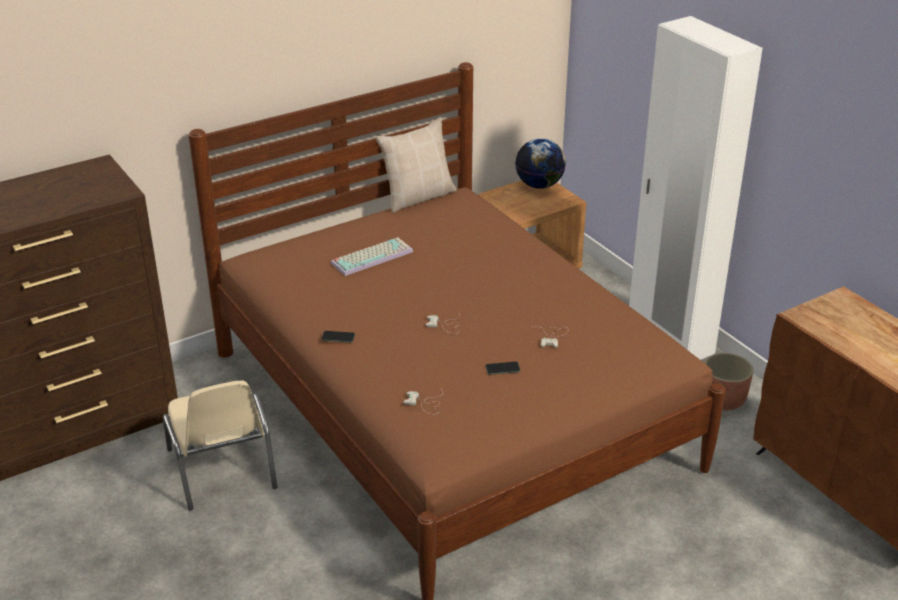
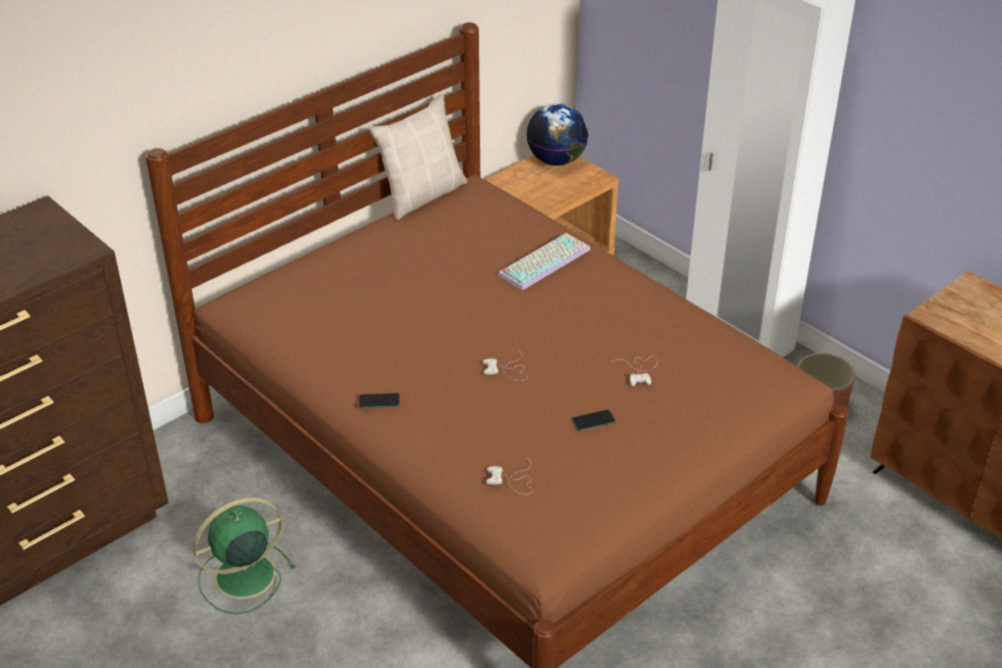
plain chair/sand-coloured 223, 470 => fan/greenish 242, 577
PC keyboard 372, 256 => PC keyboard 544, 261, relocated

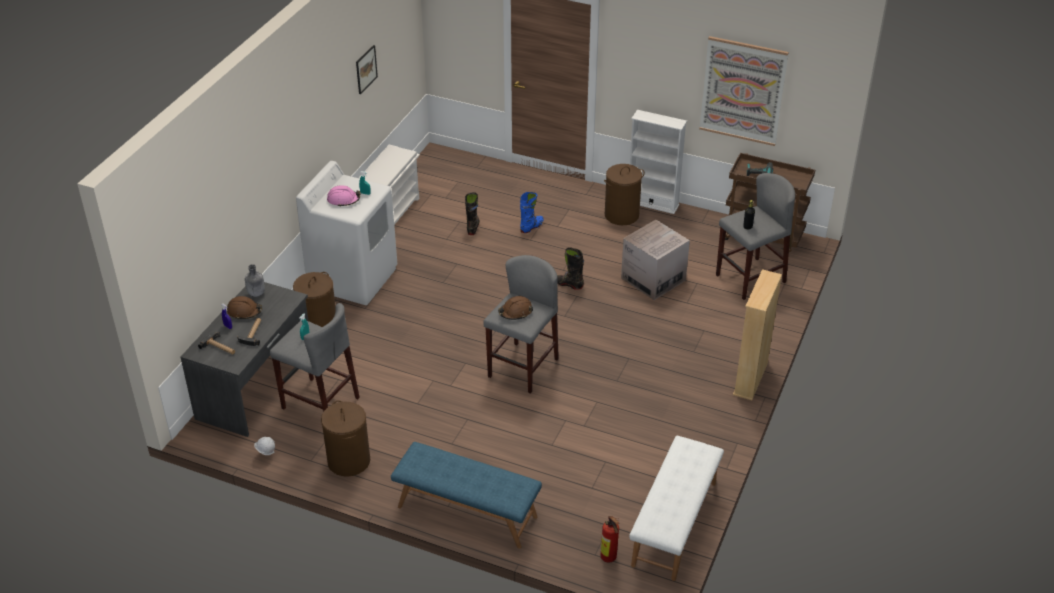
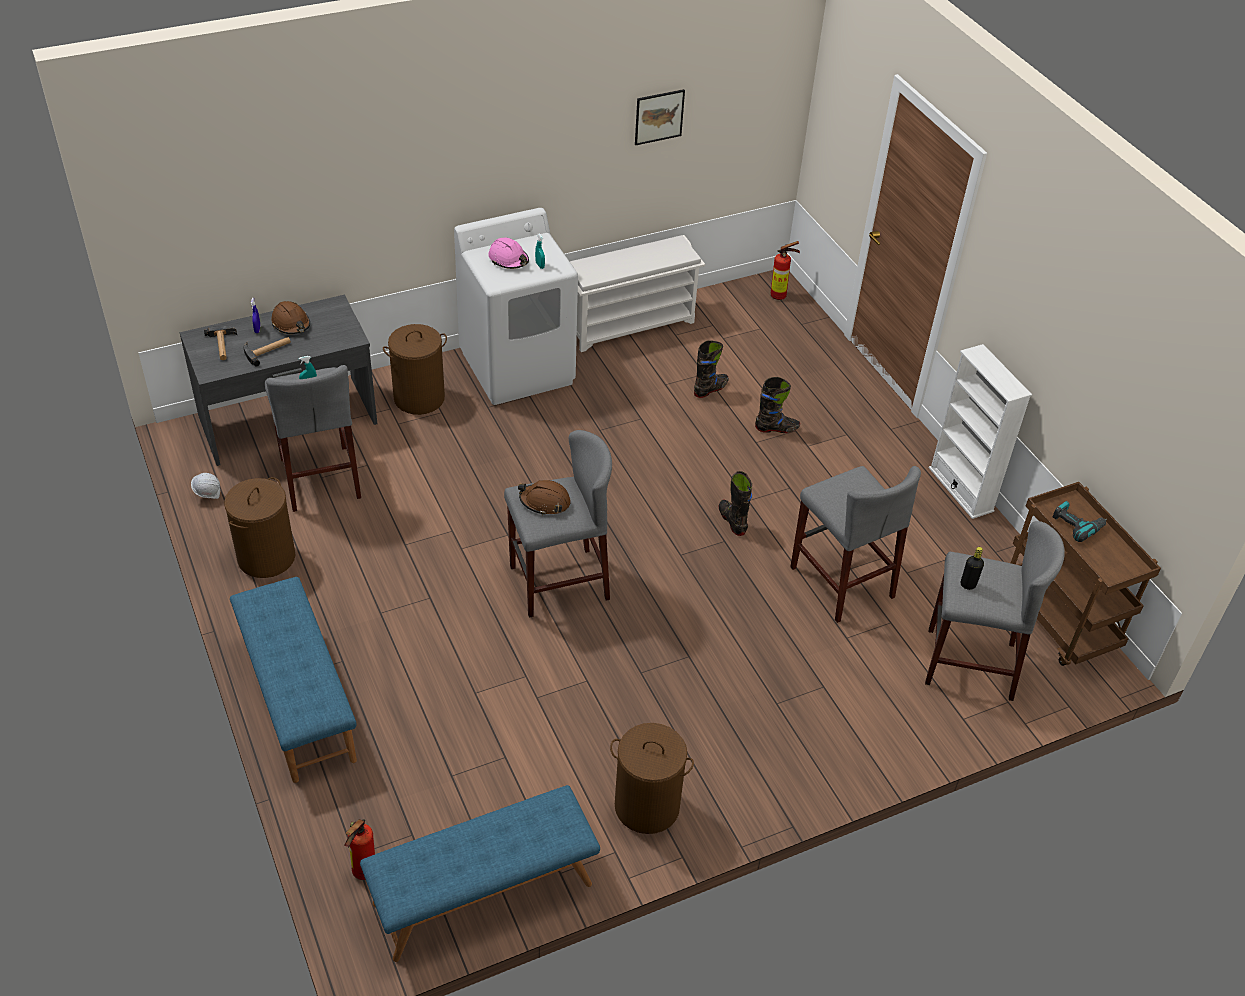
drink bottle/grey 256, 294 => nothing
tall boot/bluish 532, 227 => tall boot/black 776, 428
laundry basket/brownish 621, 215 => laundry basket/brownish 646, 806, relocated
carton 653, 279 => stool seat/grey 841, 581
bench/whitish 675, 524 => bench/bluish 483, 895
wall picture 742, 91 => nothing
shelving unit/sand-coloured 750, 379 => nothing
nothing => extinguisher 780, 296

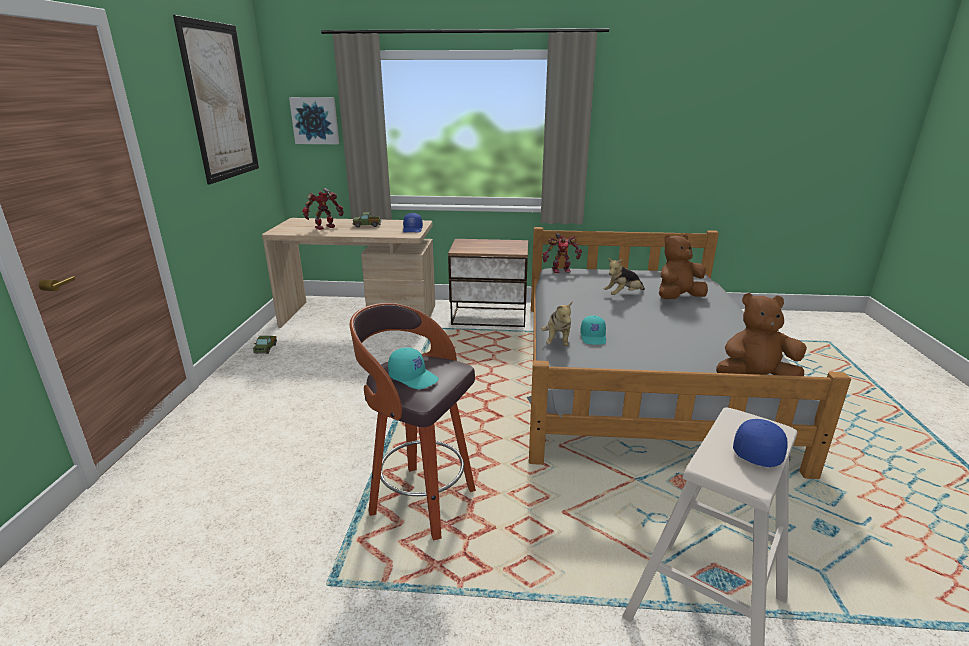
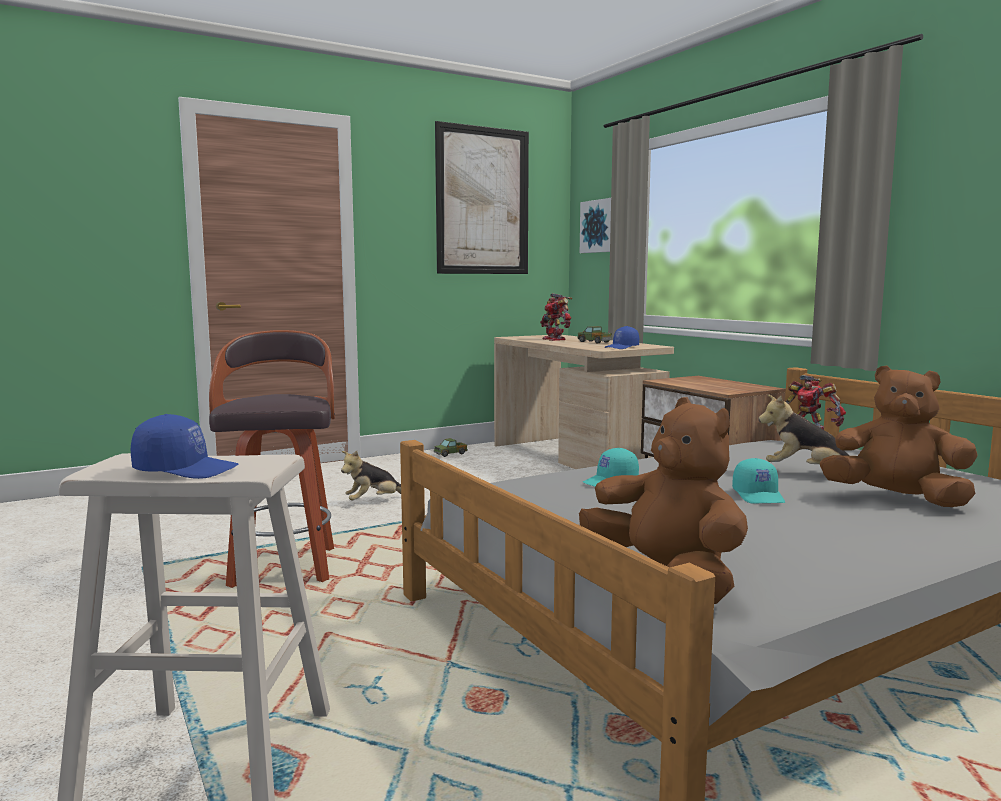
toy robot 325, 227 => toy robot 555, 339, 135 degrees counterclockwise
cap/turquoise 414, 377 => cap/turquoise 759, 496, relocated
cuddly toy 557, 341 => cuddly toy 373, 501, relocated

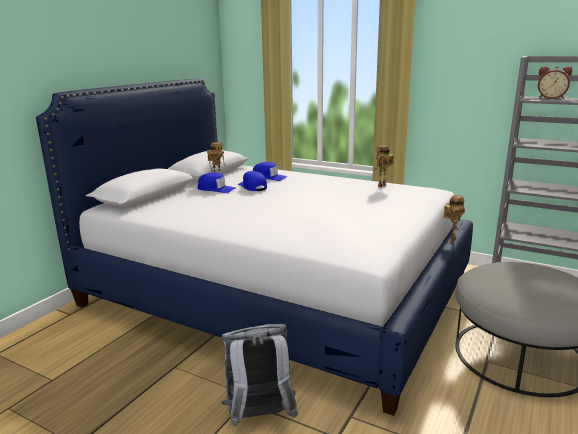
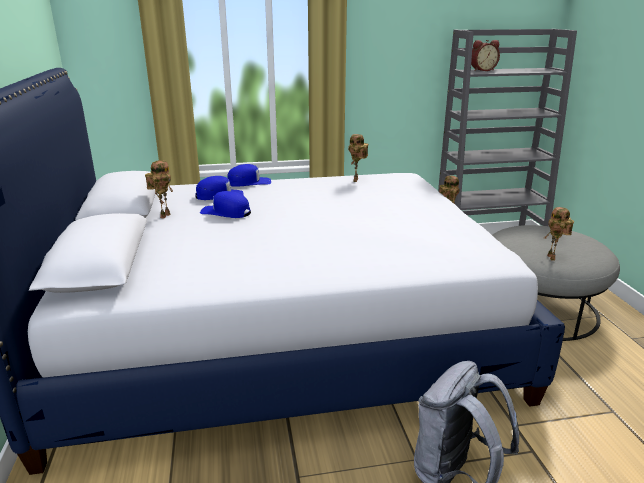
cap/bluish 216, 189 => cap/bluish 249, 182, relocated
nothing => toy robot 553, 258

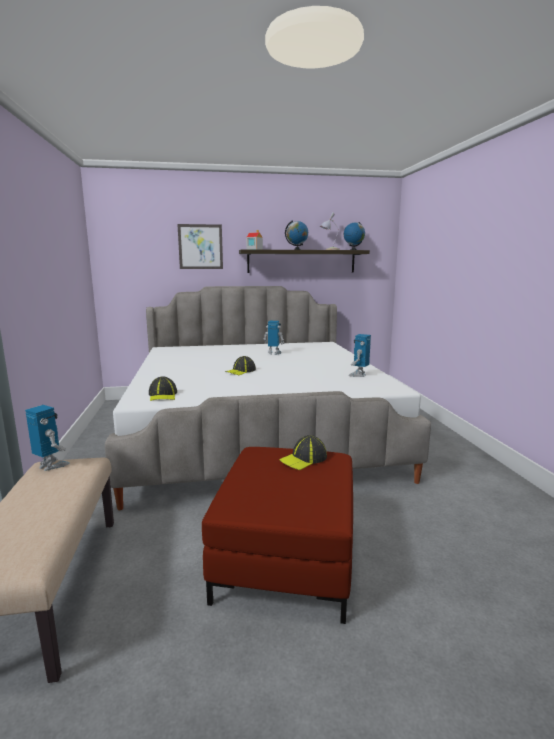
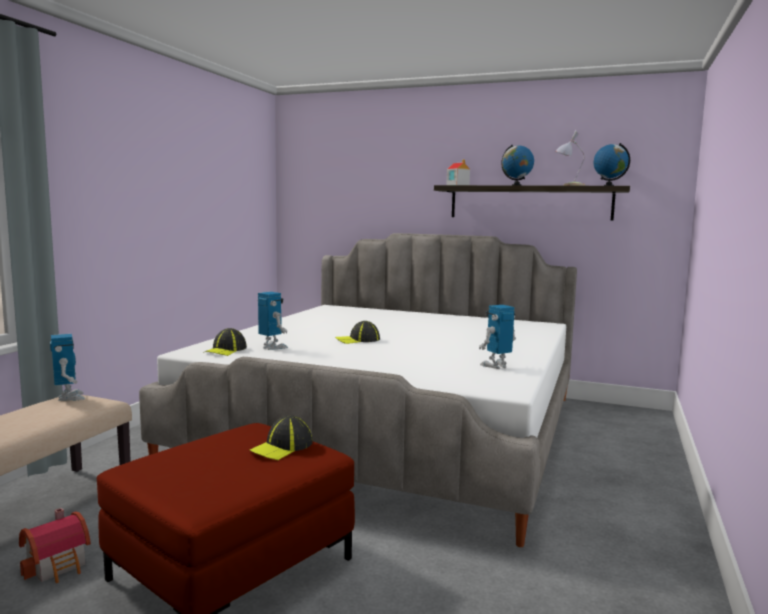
wall picture 200, 246 => nothing
toy robot 274, 353 => toy robot 272, 347, relocated
cap 303, 459 => cap 282, 447, 45 degrees counterclockwise
nothing => miniature house 59, 565

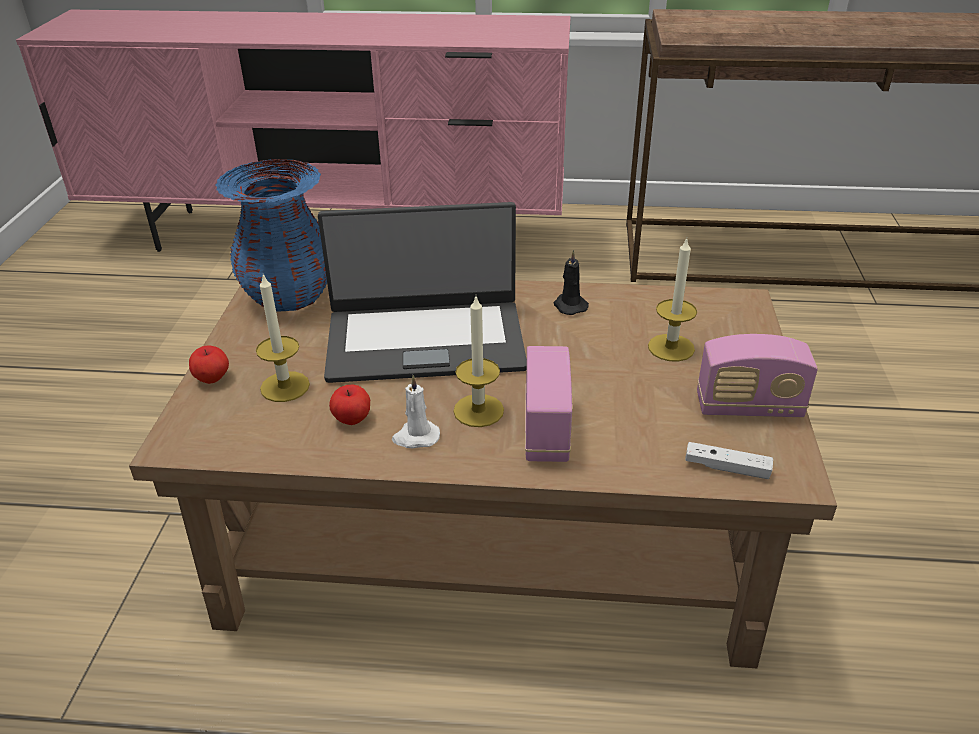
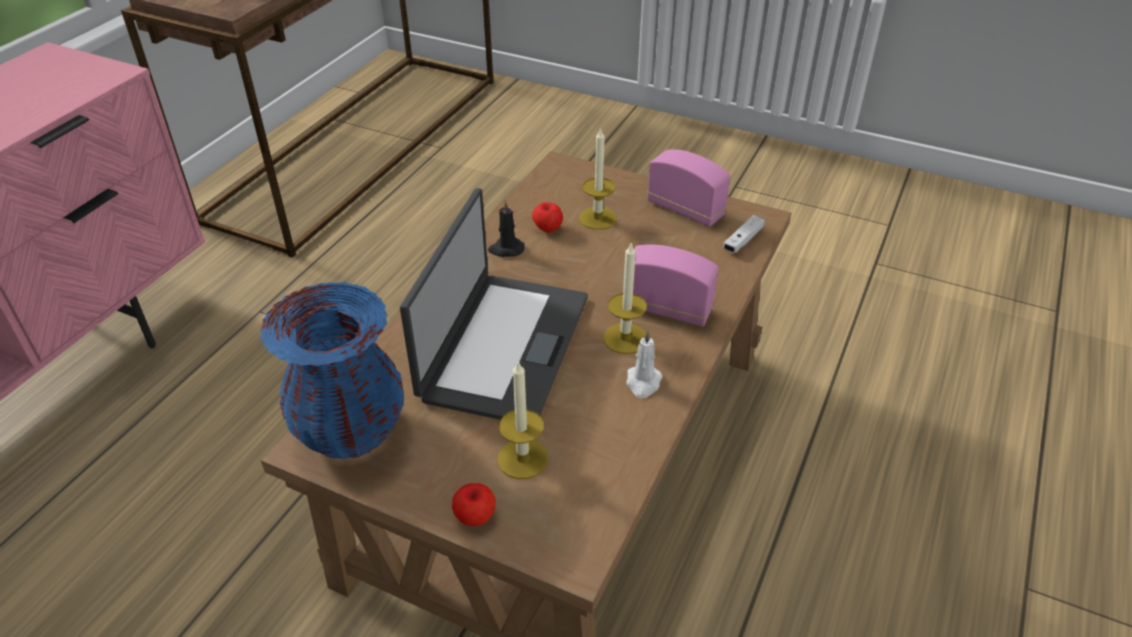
whole apple 352, 419 => whole apple 547, 229, relocated
radio receiver 748, 407 => radio receiver 685, 209, 75 degrees counterclockwise

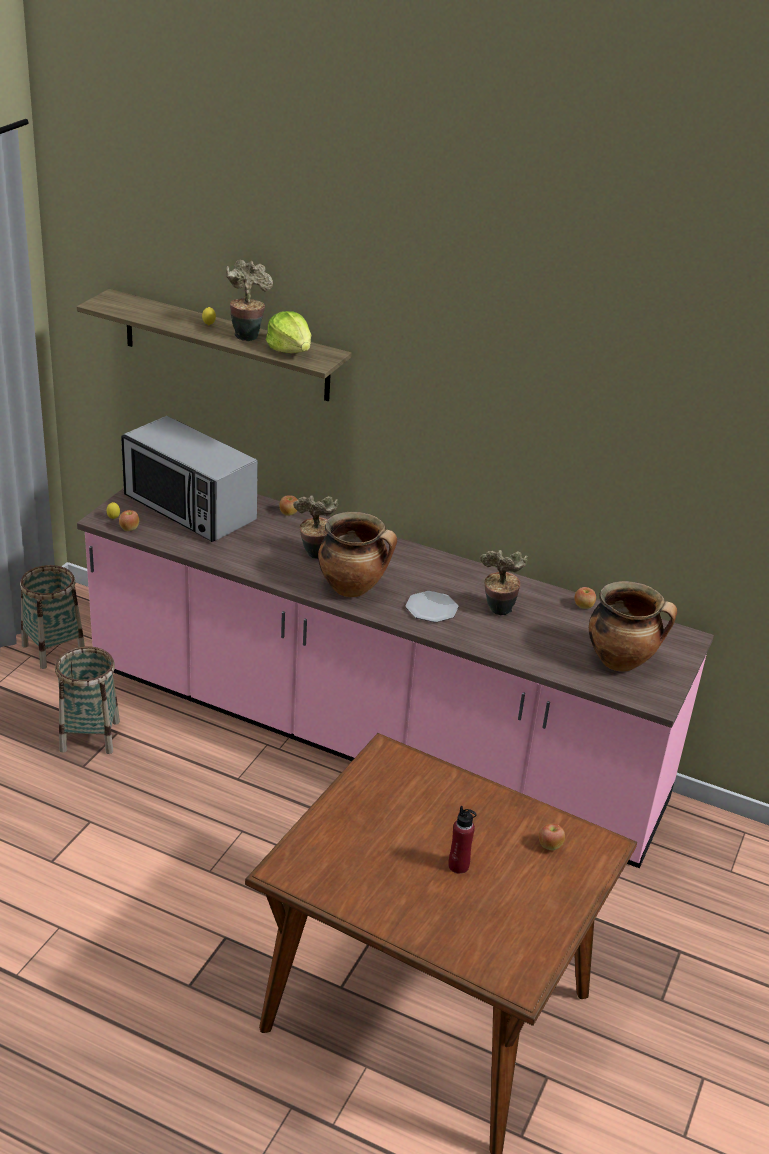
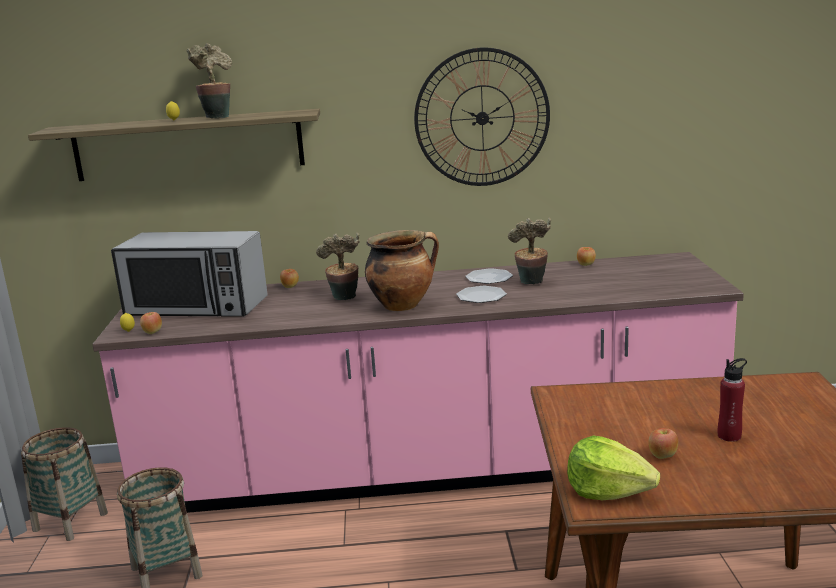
head of lettuce 290, 350 => head of lettuce 608, 490, relocated
whole apple 550, 846 => whole apple 662, 456, relocated
saucepot 621, 661 => nothing
nothing => hanging clock 482, 118
nothing => flat dish 488, 278

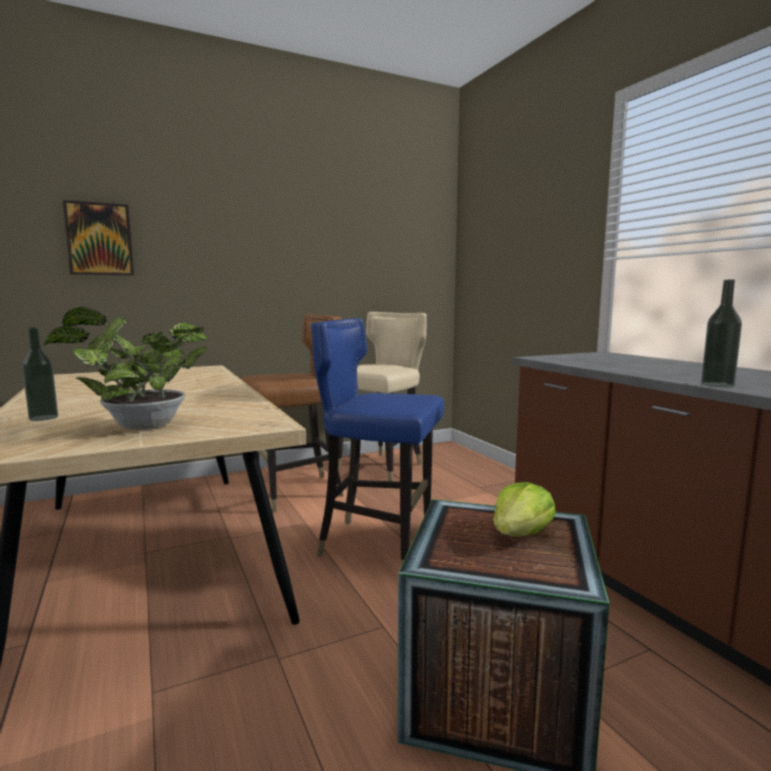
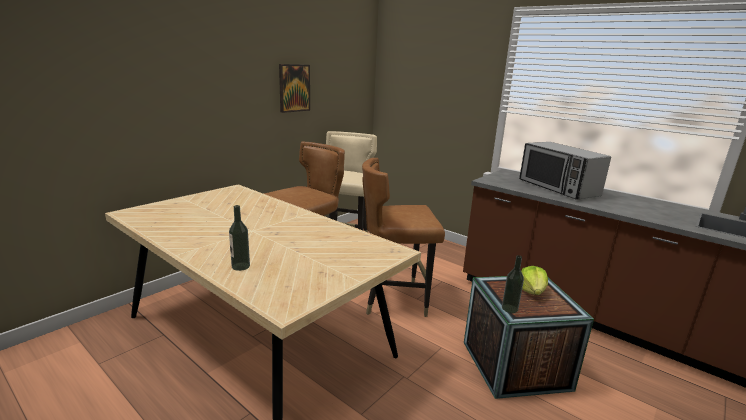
houseplant 139, 427 => nothing
wall picture 99, 239 => wall picture 294, 88, relocated
plain chair/bluish 378, 544 => plain chair/brownish 394, 299
drink bottle 717, 385 => drink bottle 509, 308, relocated
nothing => kitchen microwave 557, 188

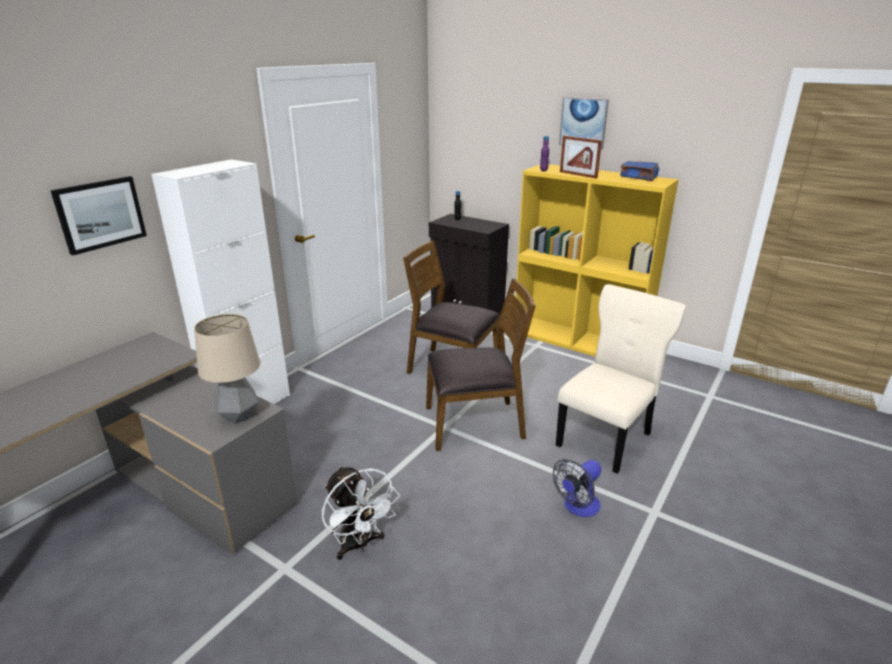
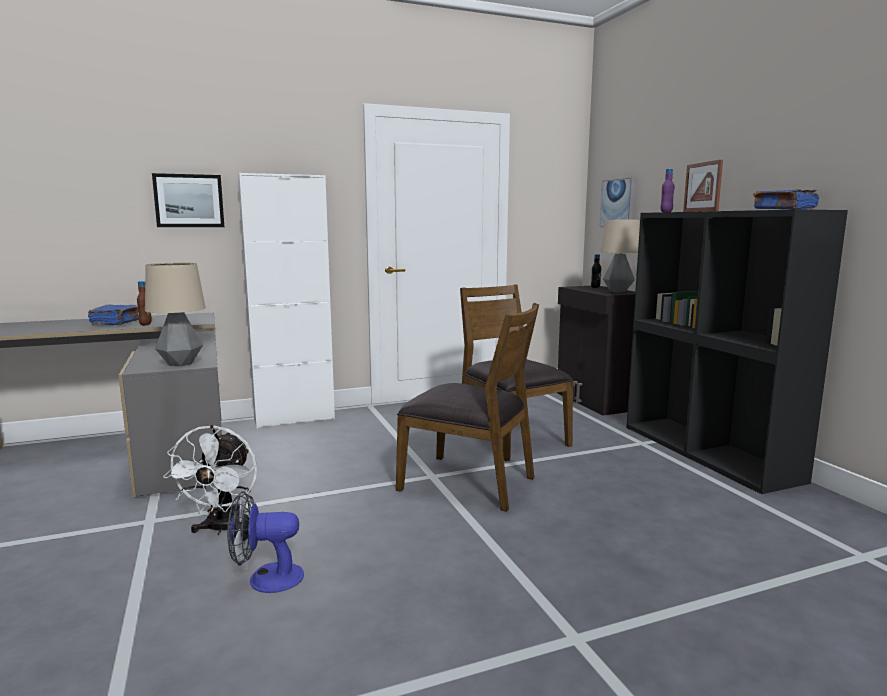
shelving unit/yellow 579, 341 => shelving unit/black 709, 452
fan 577, 507 => fan 266, 578, relocated
plain chair/sand-coloured 606, 438 => nothing
wall picture 583, 122 => wall picture 617, 203, relocated
nothing => book/bluish 116, 323
nothing => drink bottle/brownish 145, 324
nothing => tabletop lamp 617, 291

